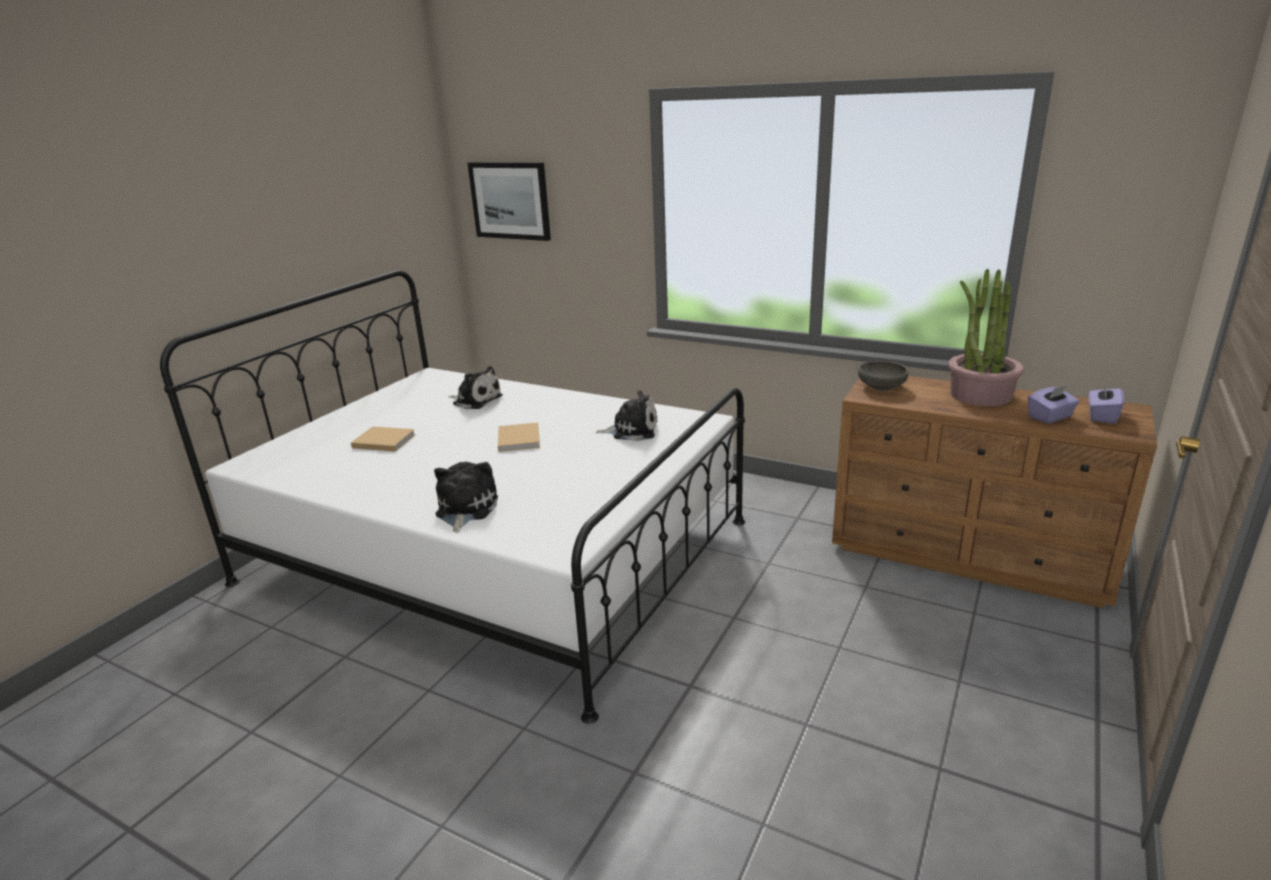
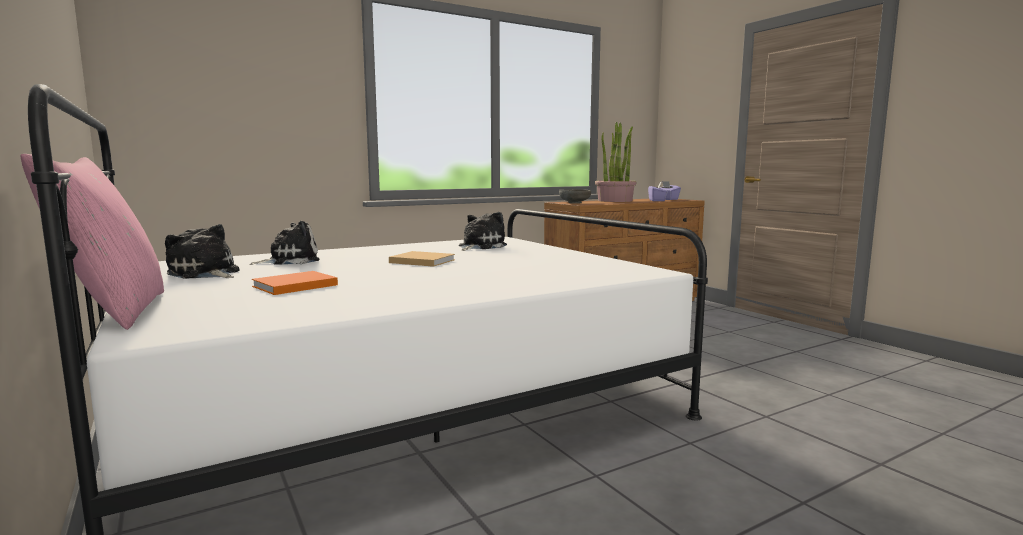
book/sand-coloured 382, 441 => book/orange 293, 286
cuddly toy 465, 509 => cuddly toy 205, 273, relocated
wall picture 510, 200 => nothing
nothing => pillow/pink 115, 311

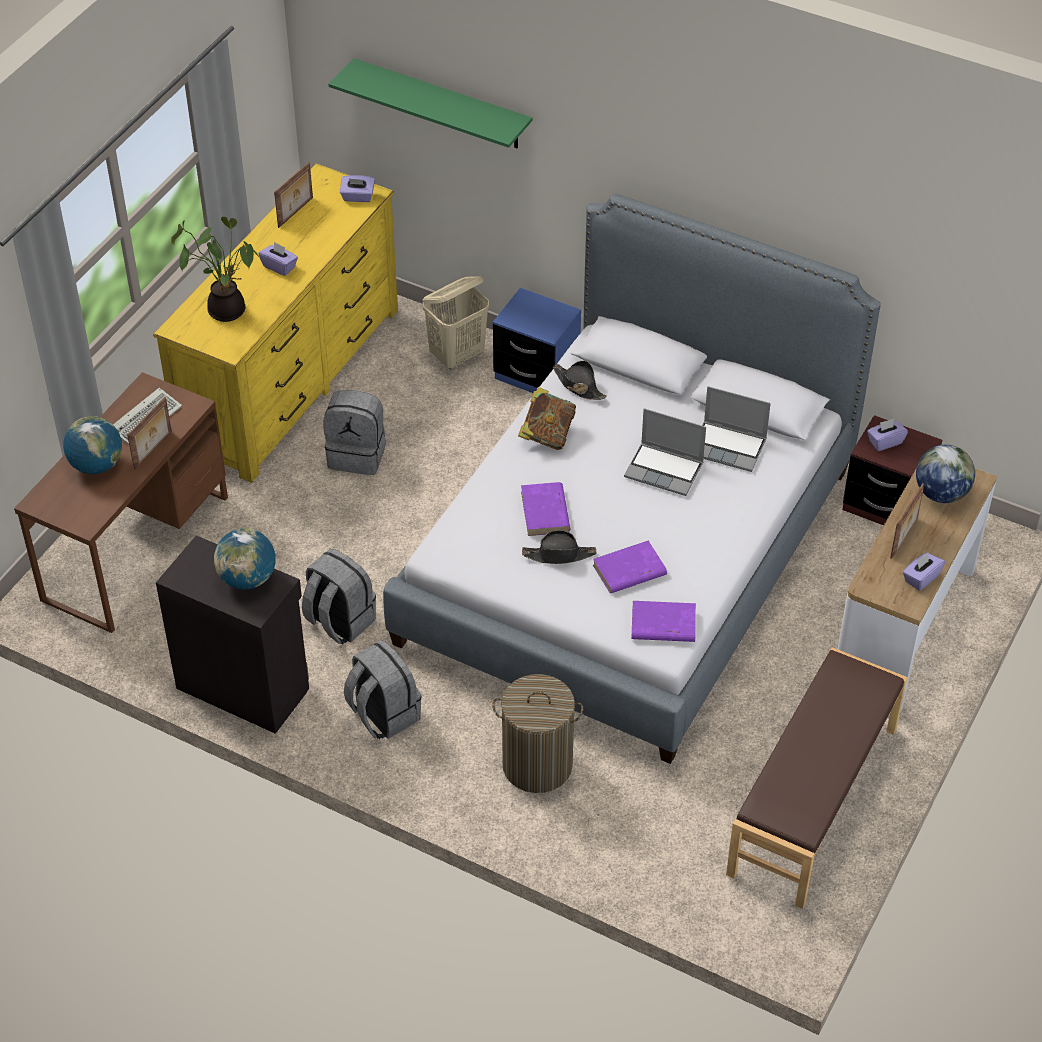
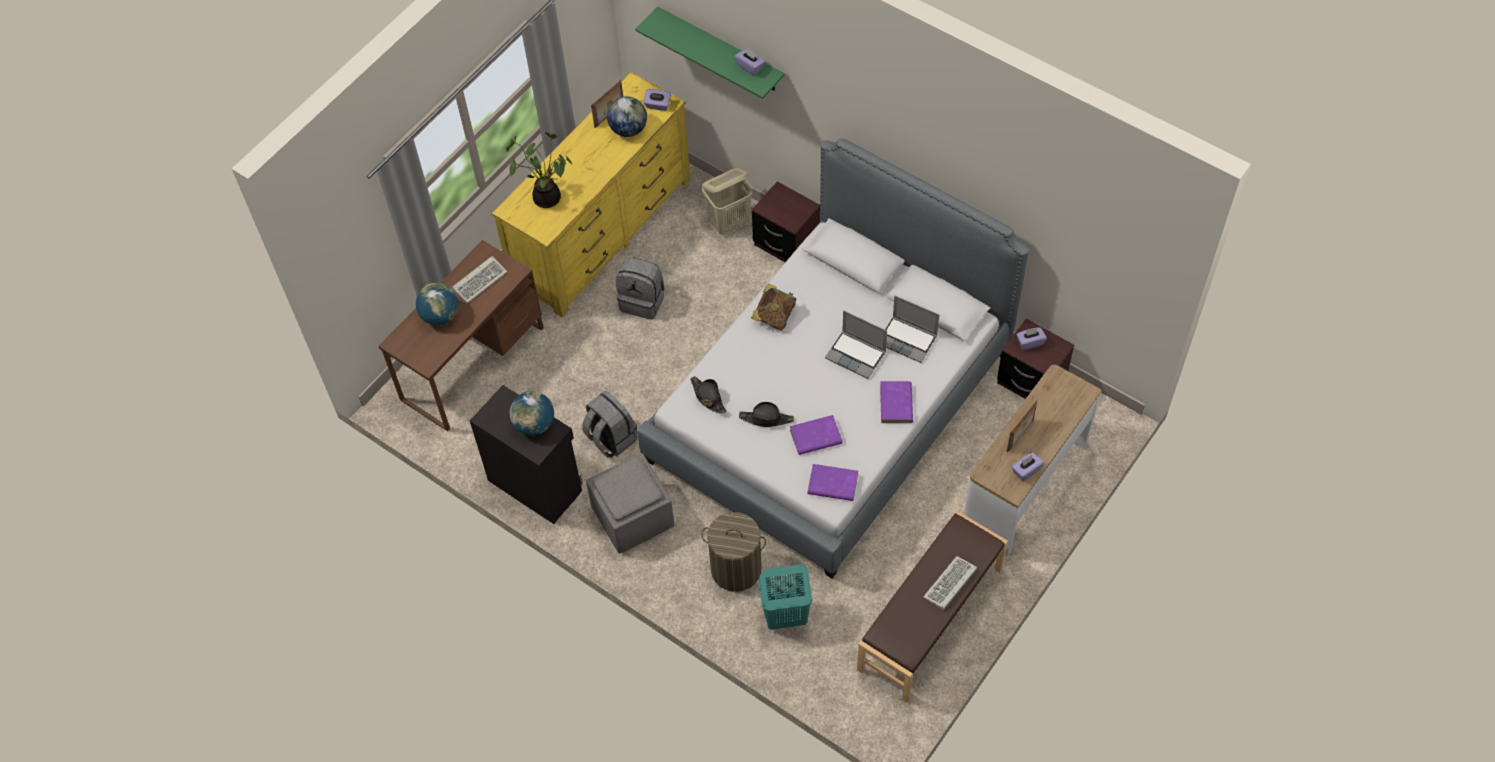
photo frame 153, 450 => nothing
tissue box/purplish 279, 266 => tissue box/purplish 750, 67, relocated
rucksack/grey 383, 714 => footrest/grey 632, 517
nightstand/bluish 536, 374 => nightstand/brownish 786, 244
book/purplish 545, 512 => book/purplish 896, 404, relocated
wearable hat/black 578, 385 => wearable hat/black 708, 397, relocated
globe 941, 493 => globe 628, 129, relocated
nothing => laundry basket/turquoise 785, 616
nothing => PC keyboard 950, 585

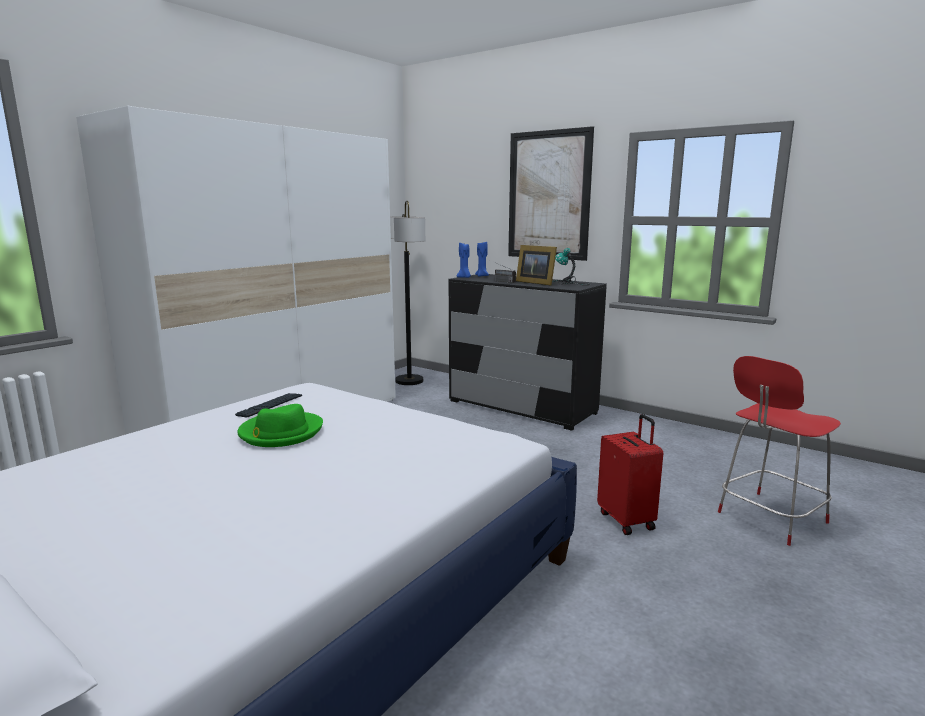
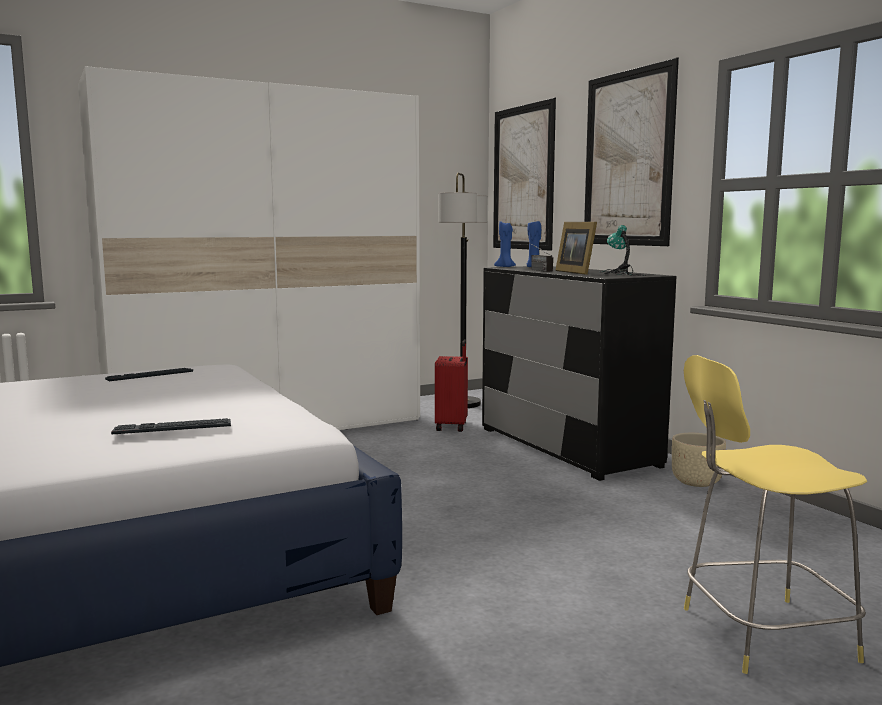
wearable hat/greenish 280, 433 => nothing
suitcase/red-coloured 627, 520 => suitcase/red-coloured 452, 426, relocated
stool seat/red-coloured 769, 518 => stool seat/yellow 761, 634
nothing => PC keyboard 173, 428
nothing => wall picture 523, 178
nothing => flower pot/sand-coloured 696, 482

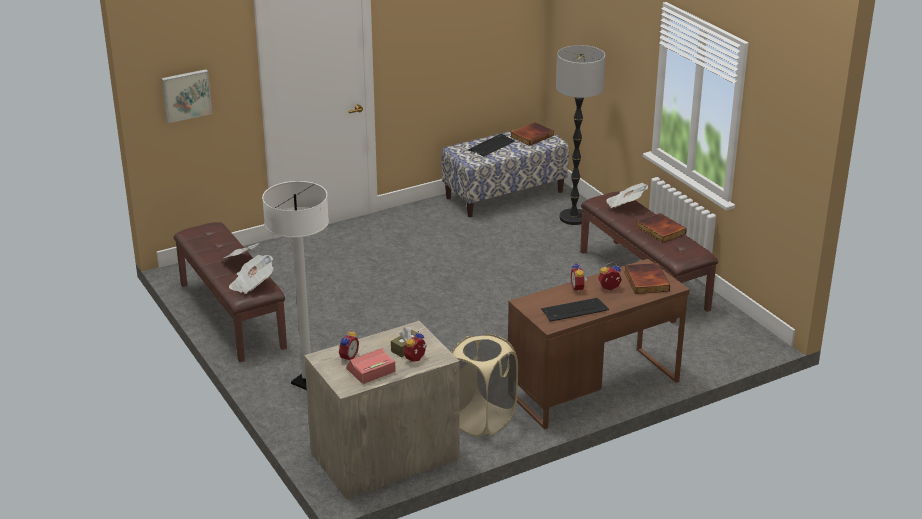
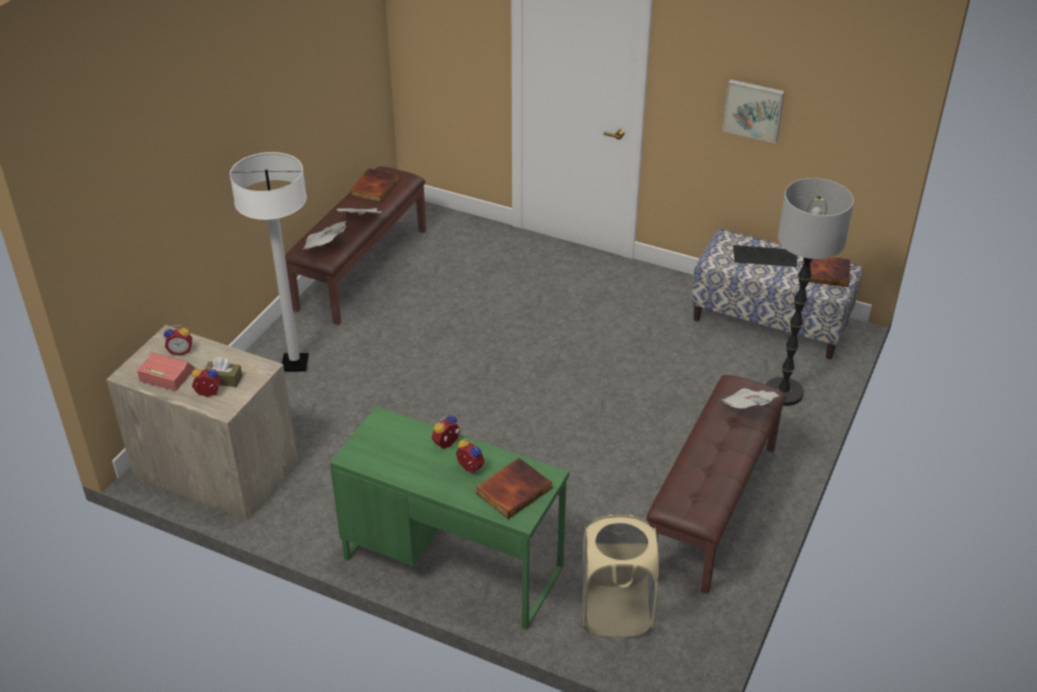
wall picture 186, 95 => wall picture 754, 110, relocated
laundry basket/sand-coloured 481, 420 => laundry basket/sand-coloured 615, 612, relocated
desk table/brownish 593, 387 => desk table/greenish 453, 562
PC keyboard 574, 310 => nothing
book 660, 230 => book 374, 187, relocated

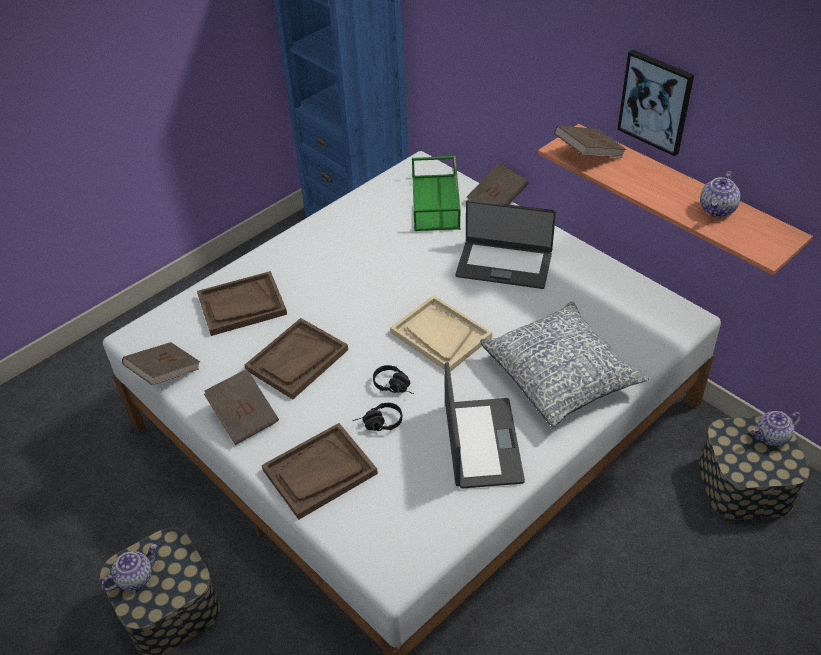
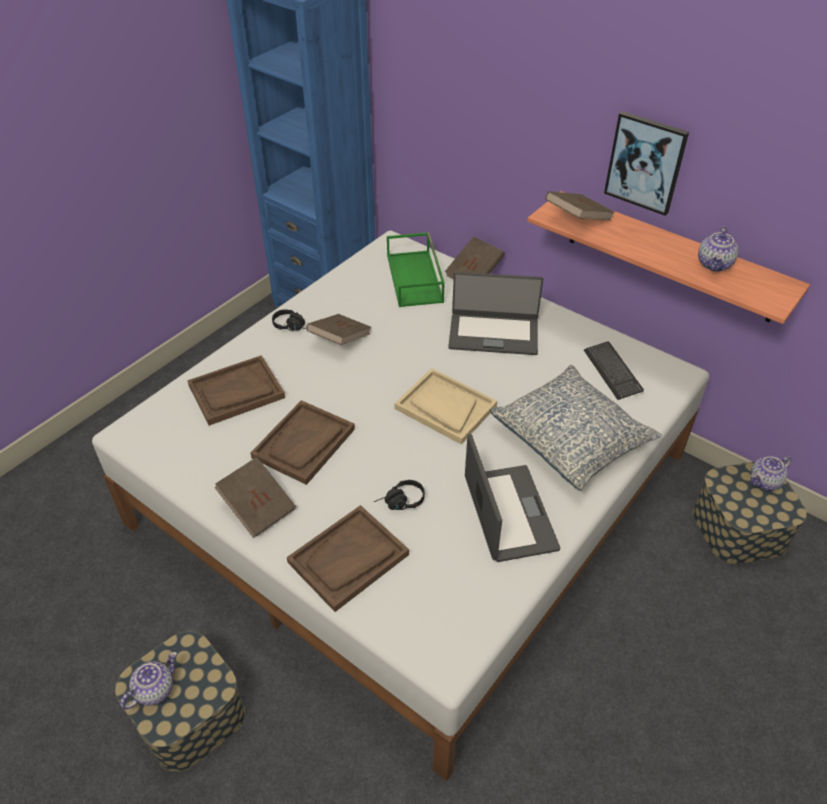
book/brownish 164, 373 => book/brownish 340, 339, relocated
pair of headphones/black 396, 386 => pair of headphones/black 292, 326, relocated
nothing => PC keyboard 612, 371

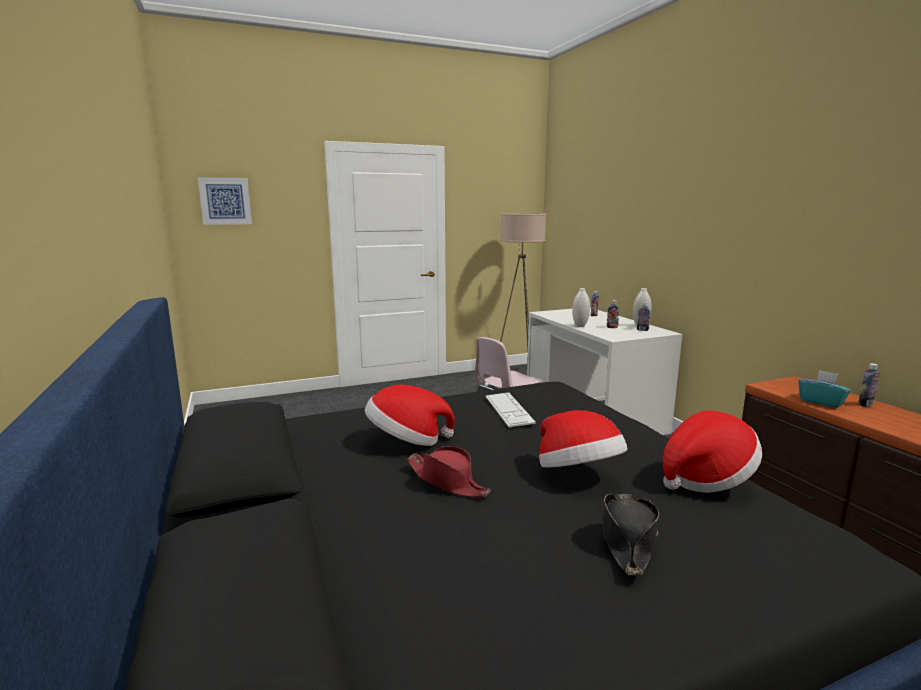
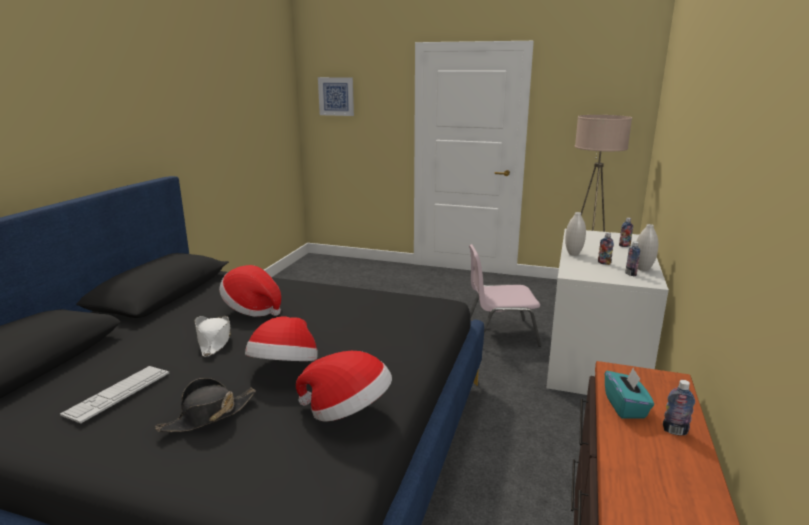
wearable hat/red-coloured 447, 481 => wearable hat/whitish 214, 341
PC keyboard 508, 410 => PC keyboard 118, 393, relocated

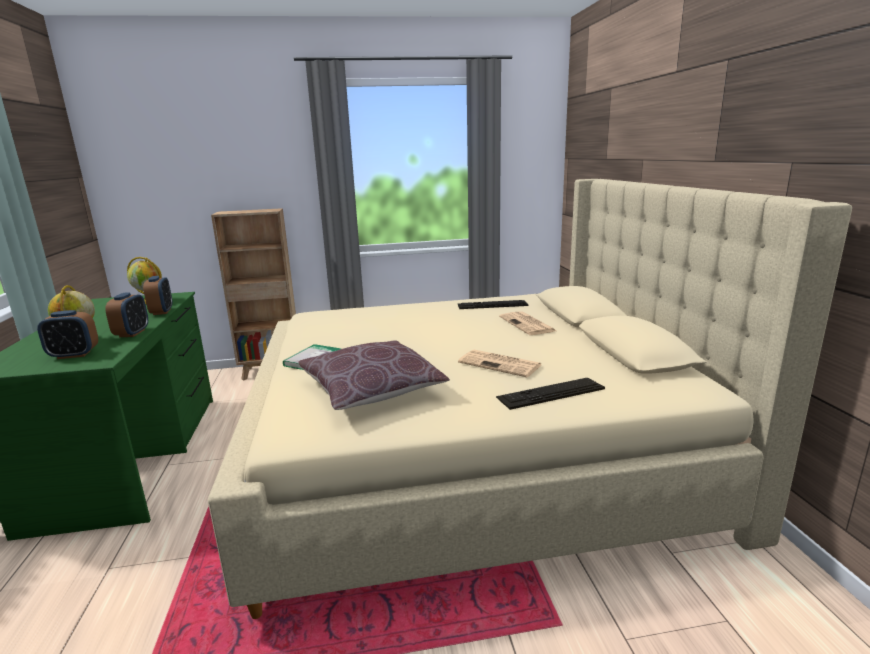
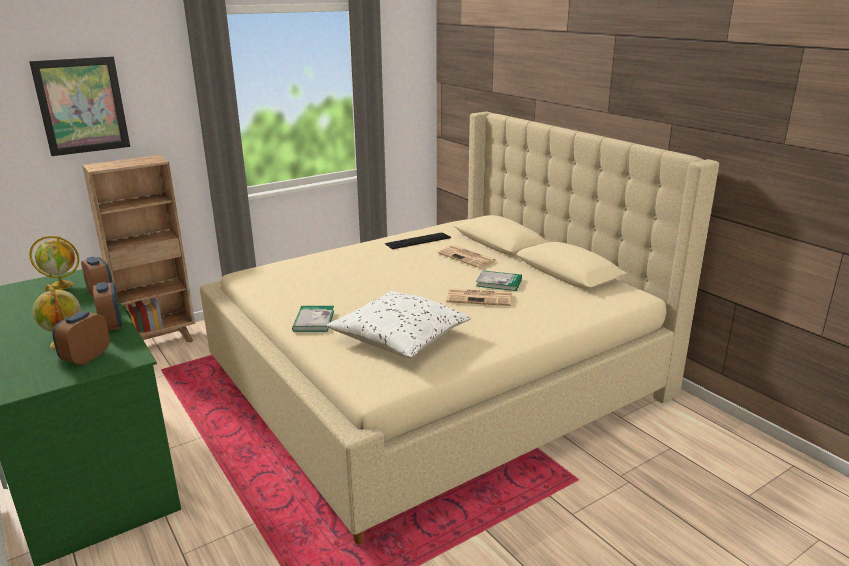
alarm clock 74, 355 => alarm clock 86, 357, 150 degrees clockwise
pillow/brownish 371, 390 => pillow/whitish 400, 338
PC keyboard 550, 393 => nothing
nothing => wall picture 82, 106
nothing => book 499, 282

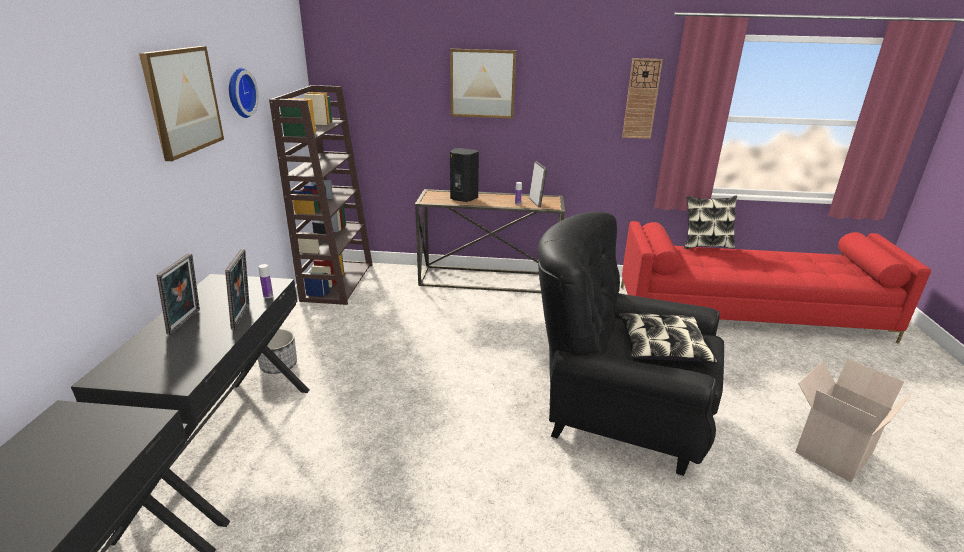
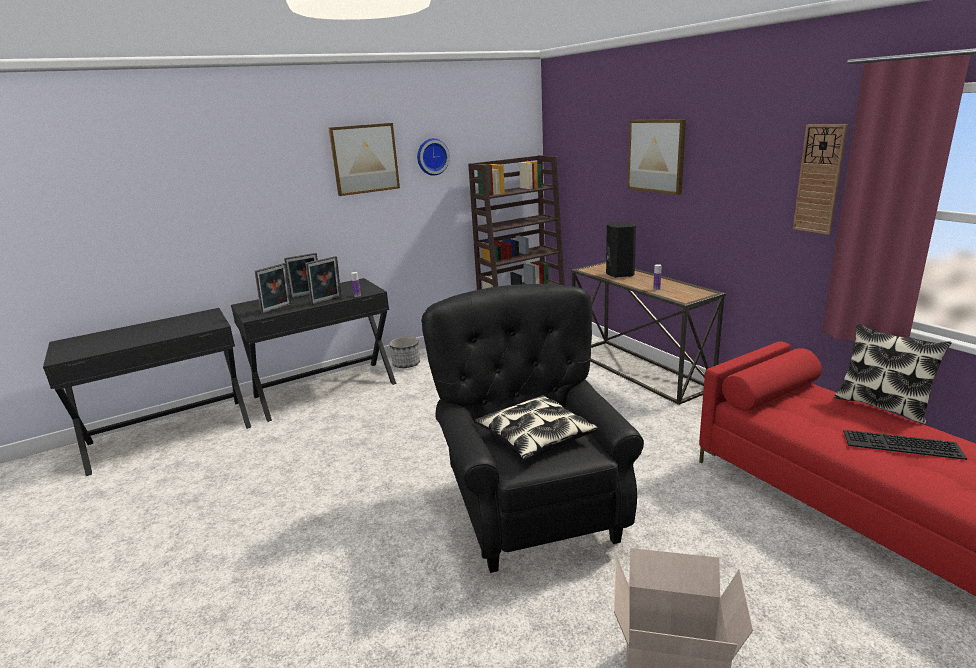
photo frame 536, 202 => photo frame 277, 309, relocated
nothing => PC keyboard 901, 445

